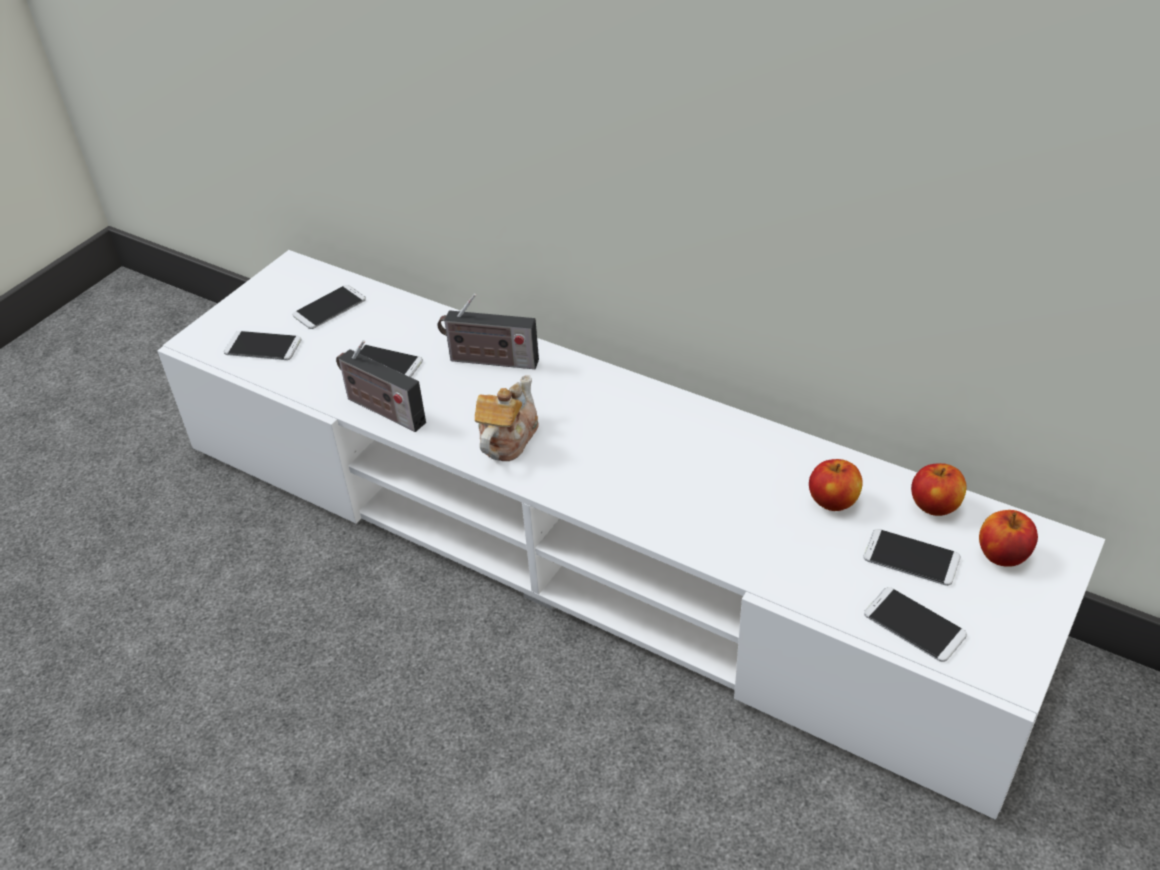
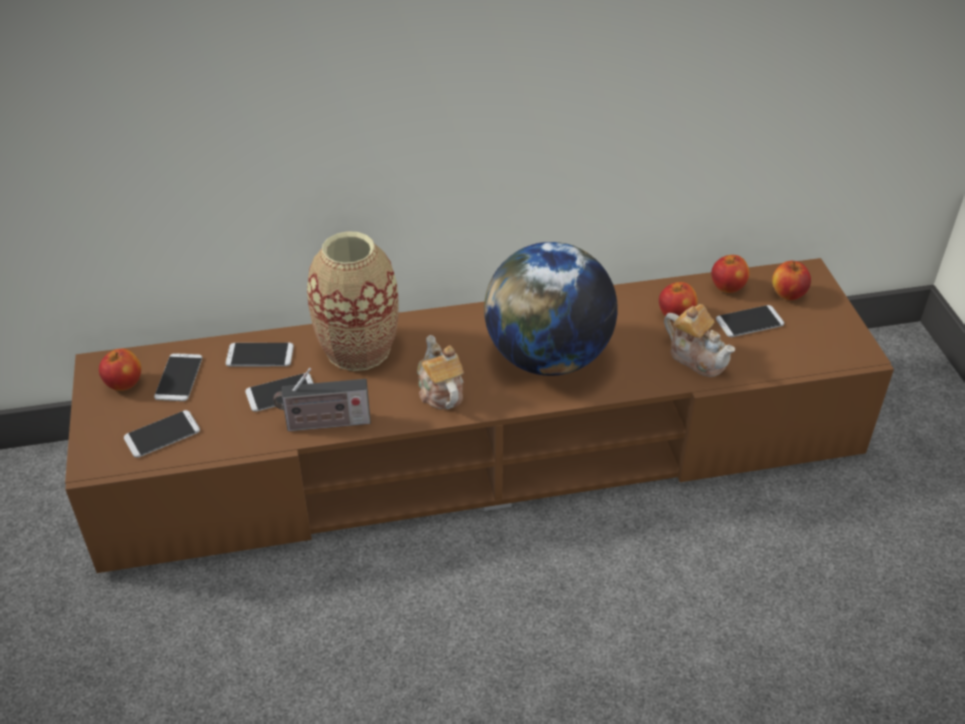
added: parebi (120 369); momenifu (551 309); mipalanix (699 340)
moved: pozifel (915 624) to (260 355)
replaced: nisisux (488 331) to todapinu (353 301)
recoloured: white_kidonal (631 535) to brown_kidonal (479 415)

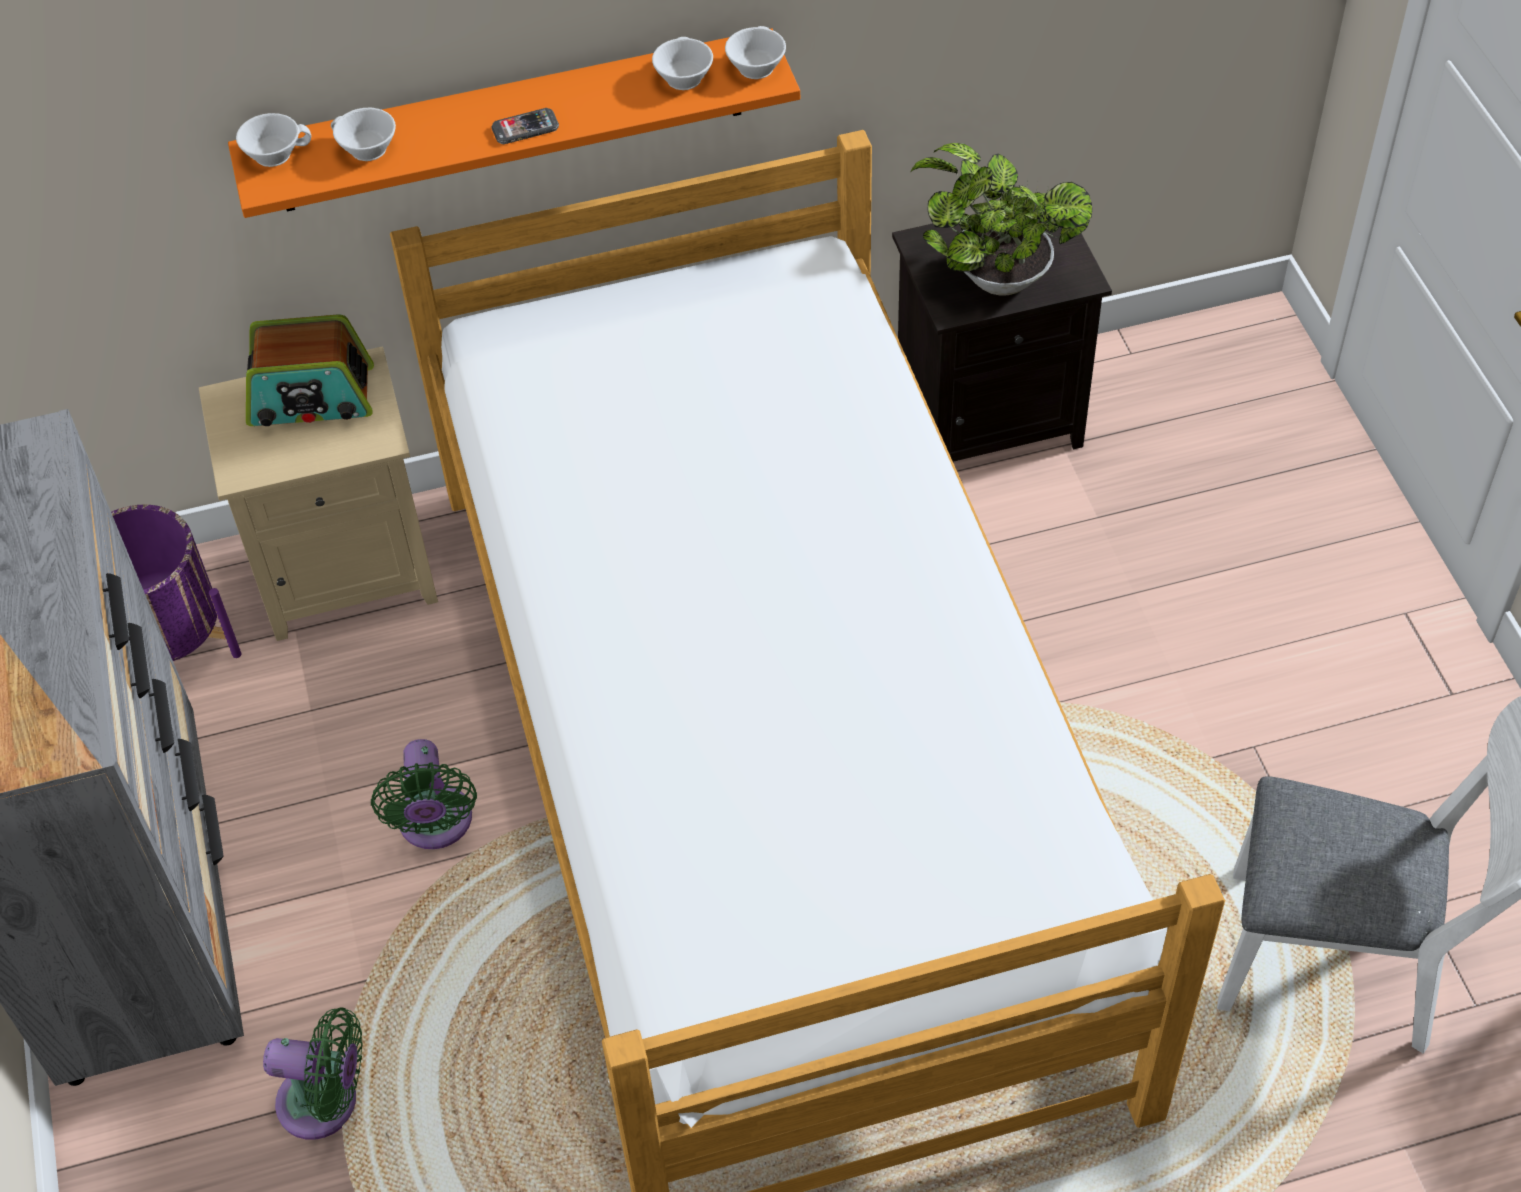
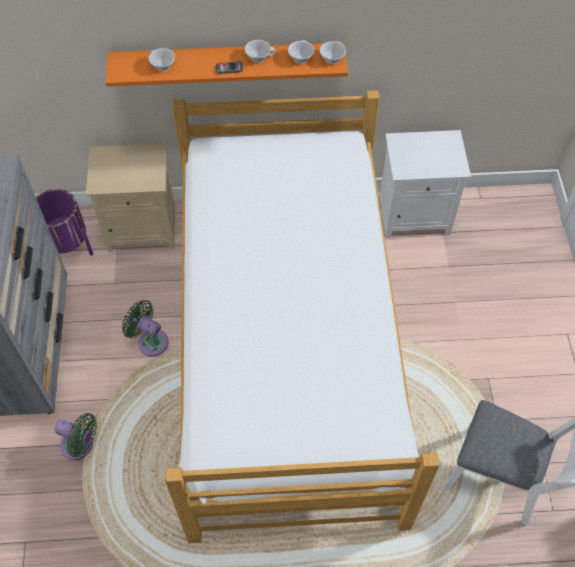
removed: nisisux (310 370); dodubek (1001 219)
moved: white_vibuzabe (273 140) to (260 51)
recoloured: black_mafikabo (1002 338) to white_mafikabo (425 184)
turned: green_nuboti (424 794) = (145 328) 120 degrees clockwise

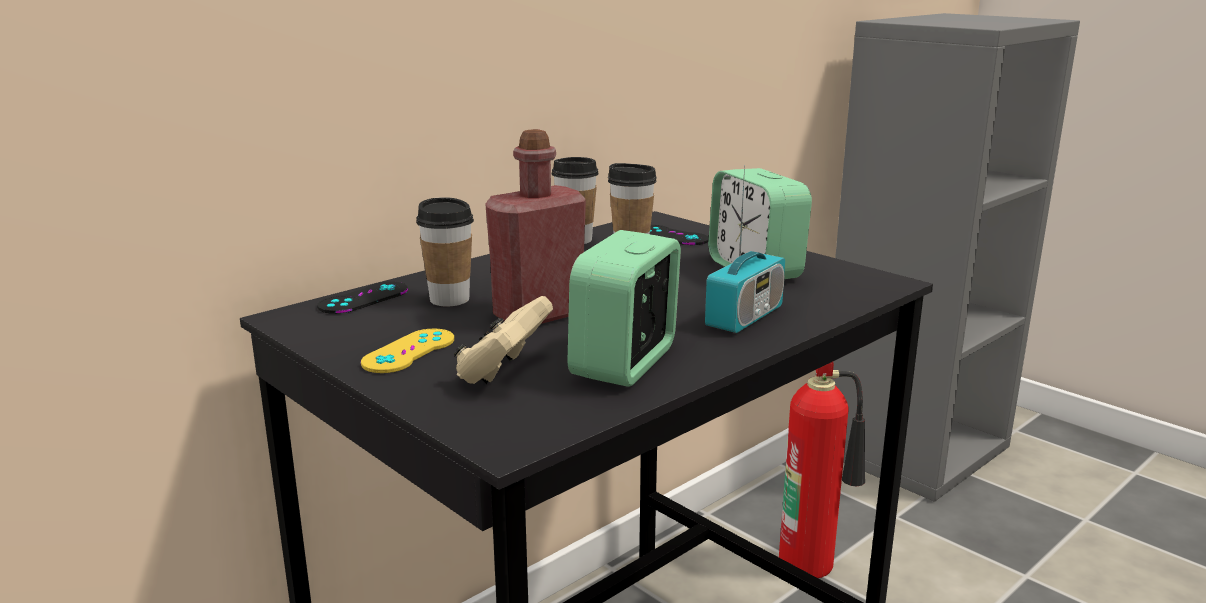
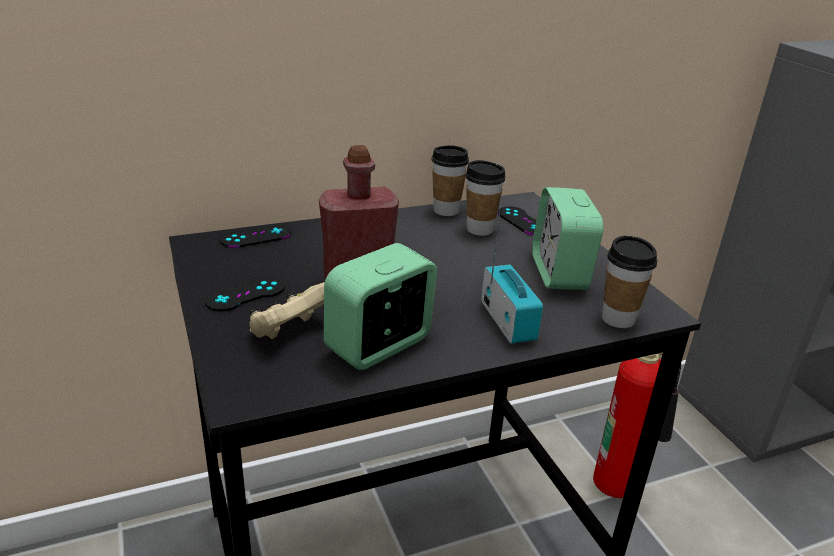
moved: vibuzabe (445 251) to (629 282)
recoloured: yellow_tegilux (407 351) to black_tegilux (245 294)
turned: nisisux (745 249) = (512 275) 75 degrees counterclockwise

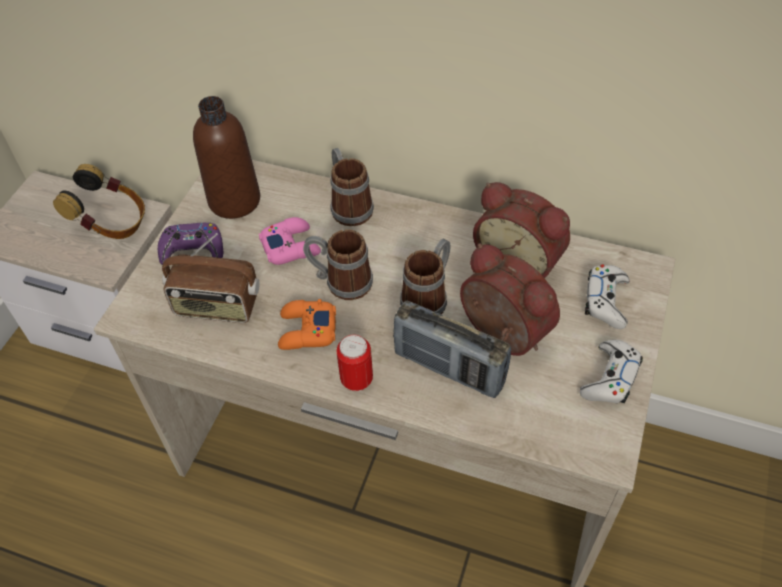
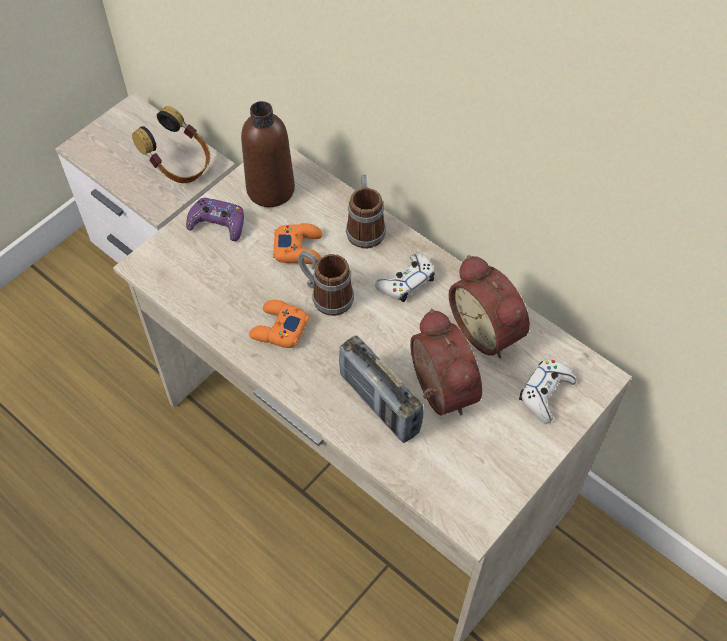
removed: nisisux (211 278); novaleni (355 362); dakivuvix (425 277)
moved: white_tegilux (611 371) to (405 278)
recoloured: pink_tegilux (290 241) to orange_tegilux (297 243)

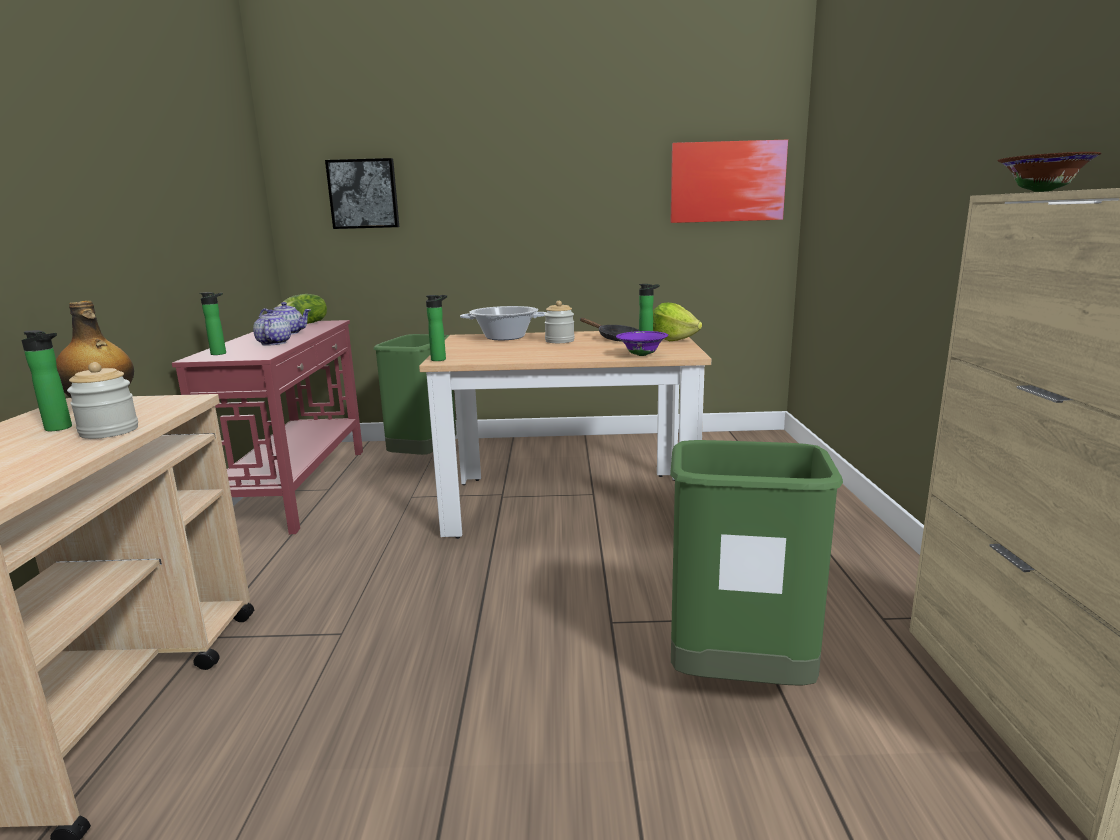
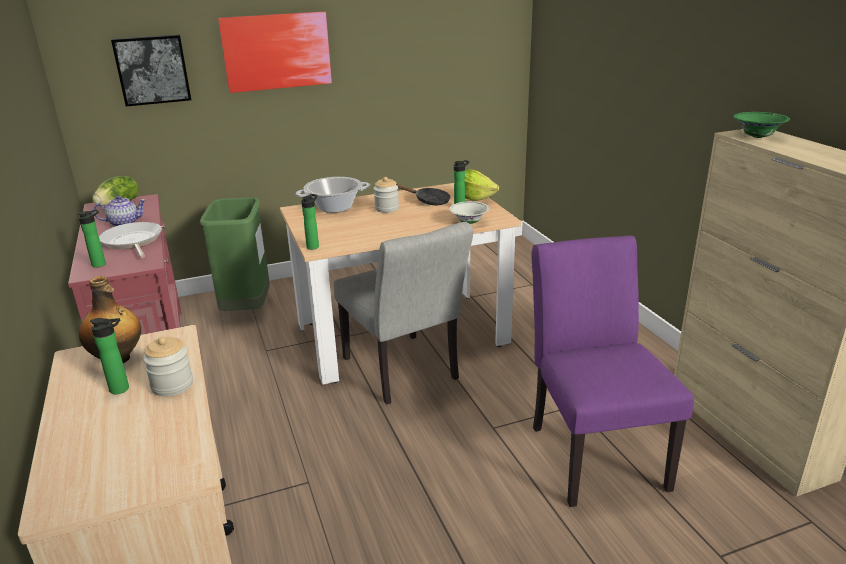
added: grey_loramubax (403 313)
moved: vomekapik (729 181) to (275 52)
replaced: mipalanix (272 327) to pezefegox (130 240); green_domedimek (756 563) to purple_loramubax (613 371)
recoloured: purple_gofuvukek (642 343) to white_gofuvukek (469 212); brown_gofuvukek (1049 172) to green_gofuvukek (761 125)

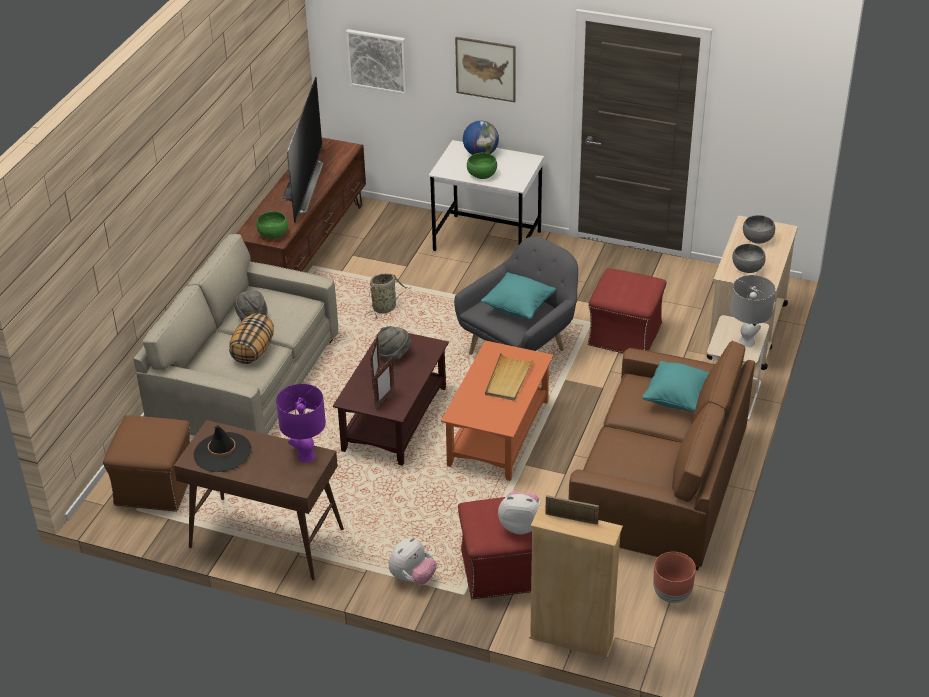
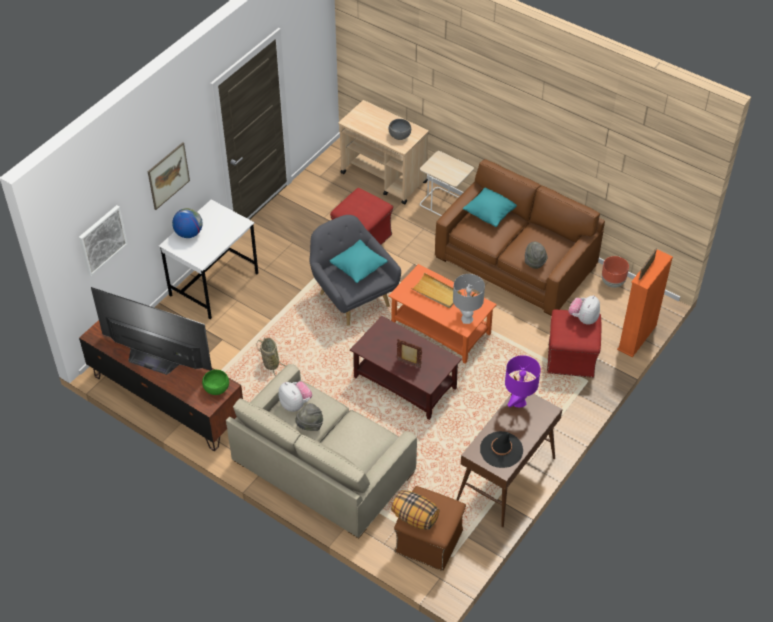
removed: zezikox (384 383); green_gofuvukek (482 166); grey_gofuvukek (759 229)
moved: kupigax (413 560) to (295 396); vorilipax (251 338) to (415 510); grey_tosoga (753 311) to (469 299); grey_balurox (394 344) to (536 255)
recoloured: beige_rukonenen (576 582) to orange_rukonenen (645 303)

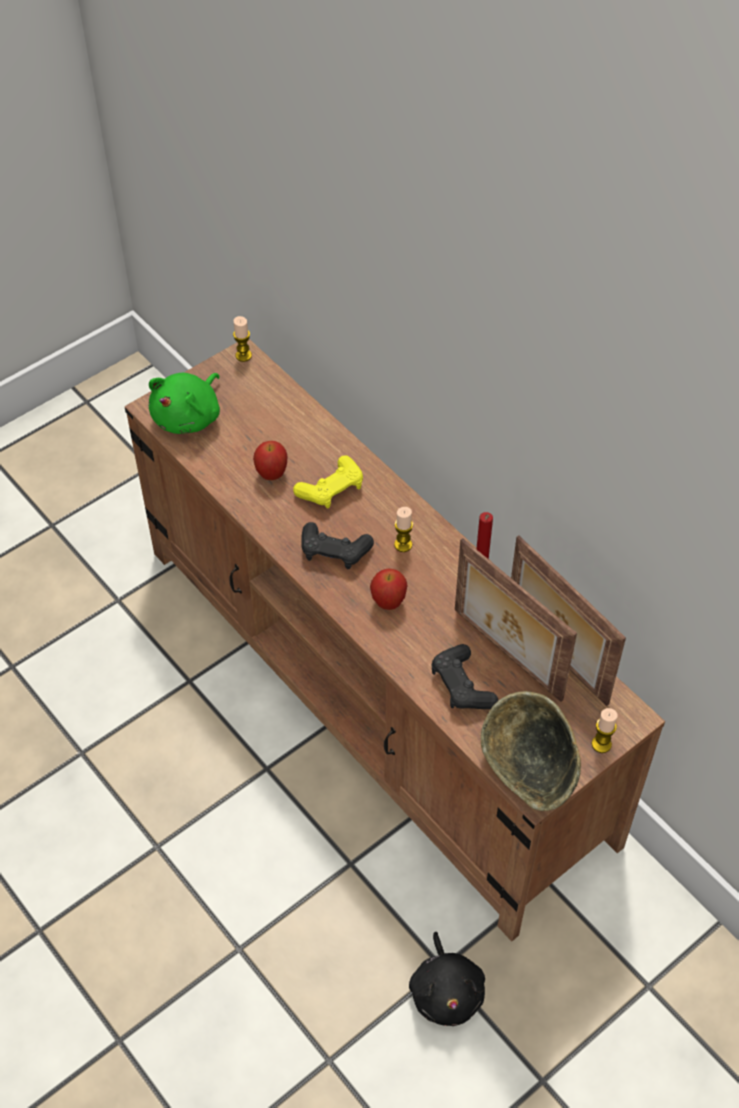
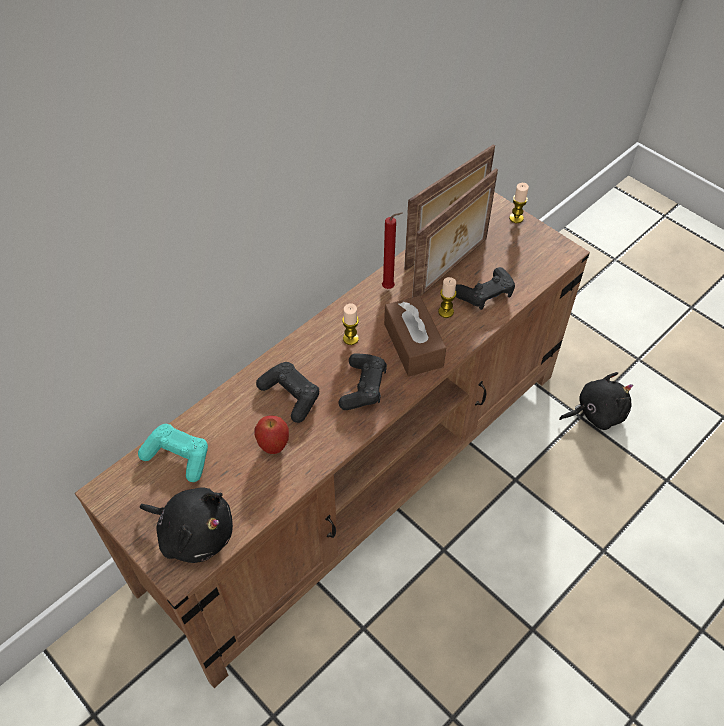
removed: gofuvukek (531 751)
added: turquoise_tegilux (173 453)
moved: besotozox (242 339) to (447 297)
replaced: parebi (389 589) to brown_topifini (415 336)
recoloured: green_kupigax (184 403) to black_kupigax (186 525); yellow_tegilux (328 481) to black_tegilux (287 392)

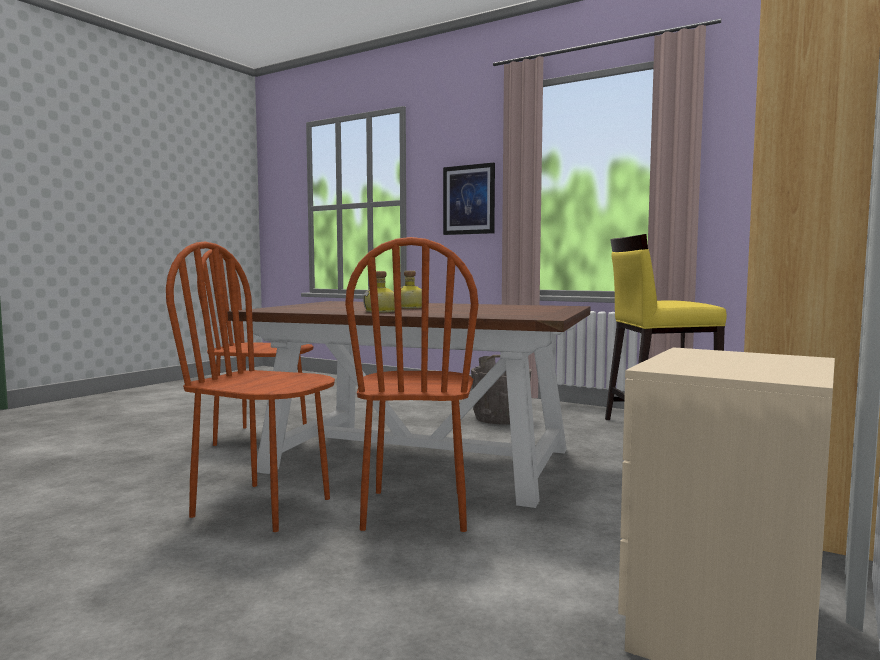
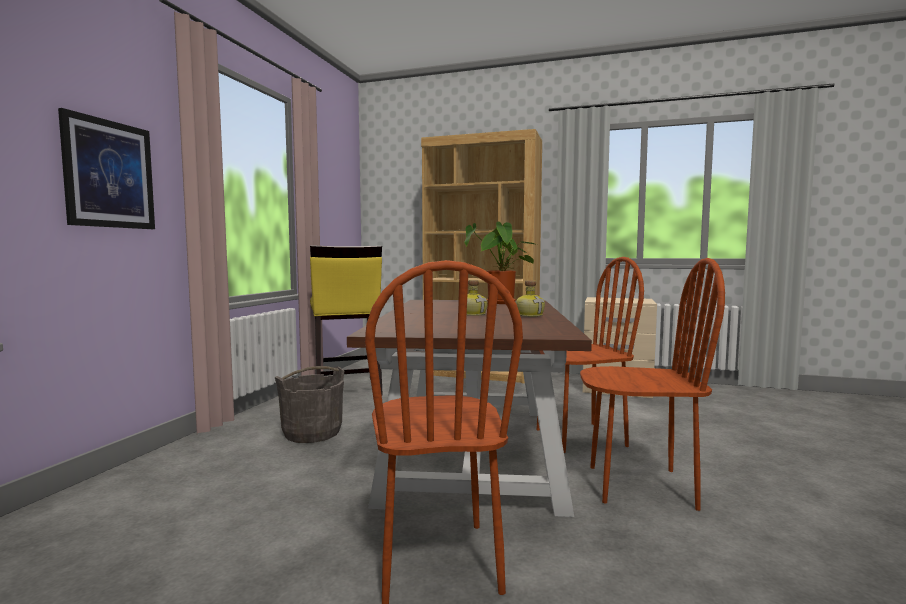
added: dodubek (500 263)
turned: brown_loramubax (250 387) = (652 384) 90 degrees counterclockwise

